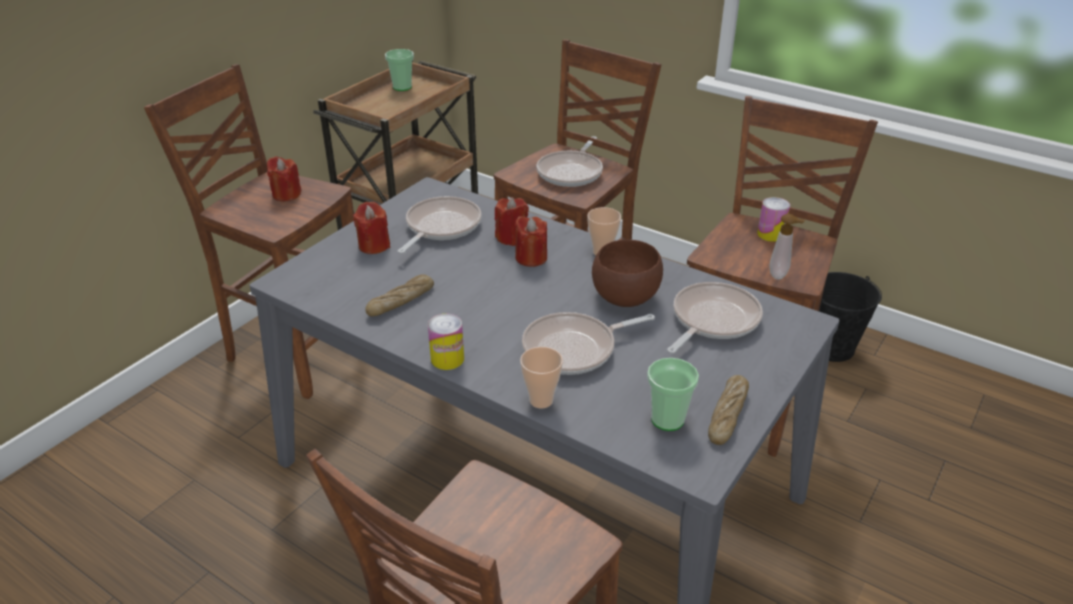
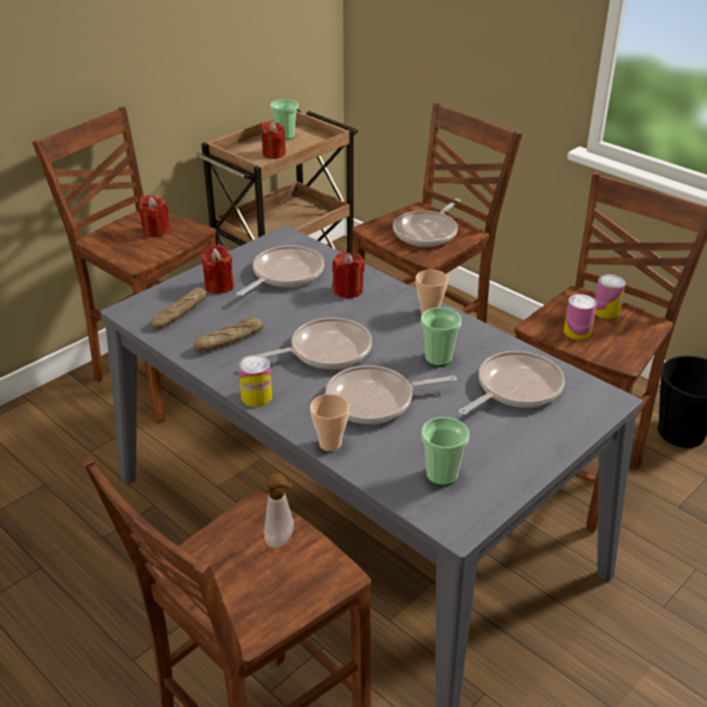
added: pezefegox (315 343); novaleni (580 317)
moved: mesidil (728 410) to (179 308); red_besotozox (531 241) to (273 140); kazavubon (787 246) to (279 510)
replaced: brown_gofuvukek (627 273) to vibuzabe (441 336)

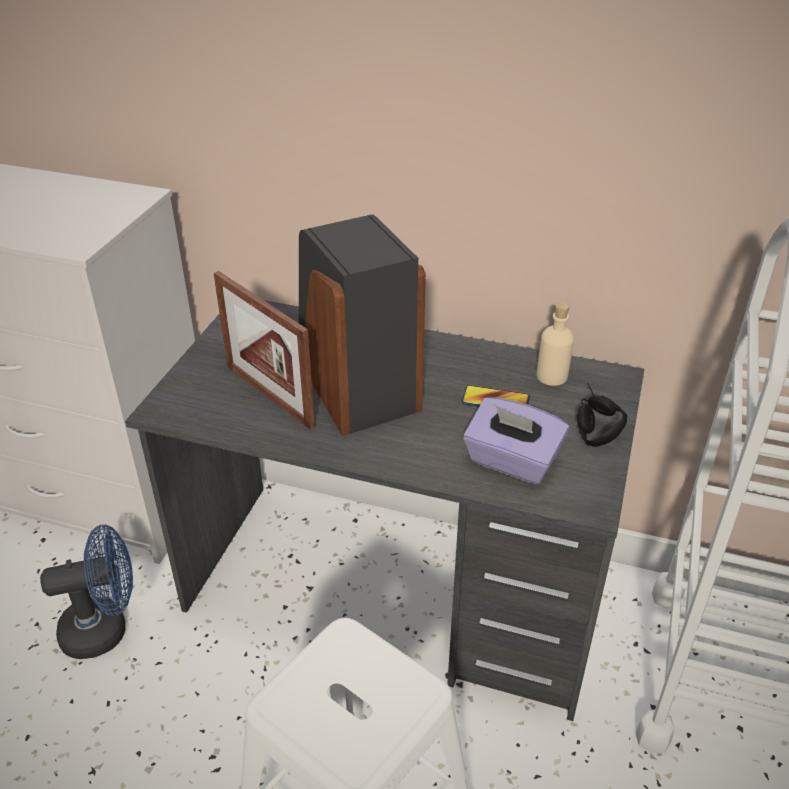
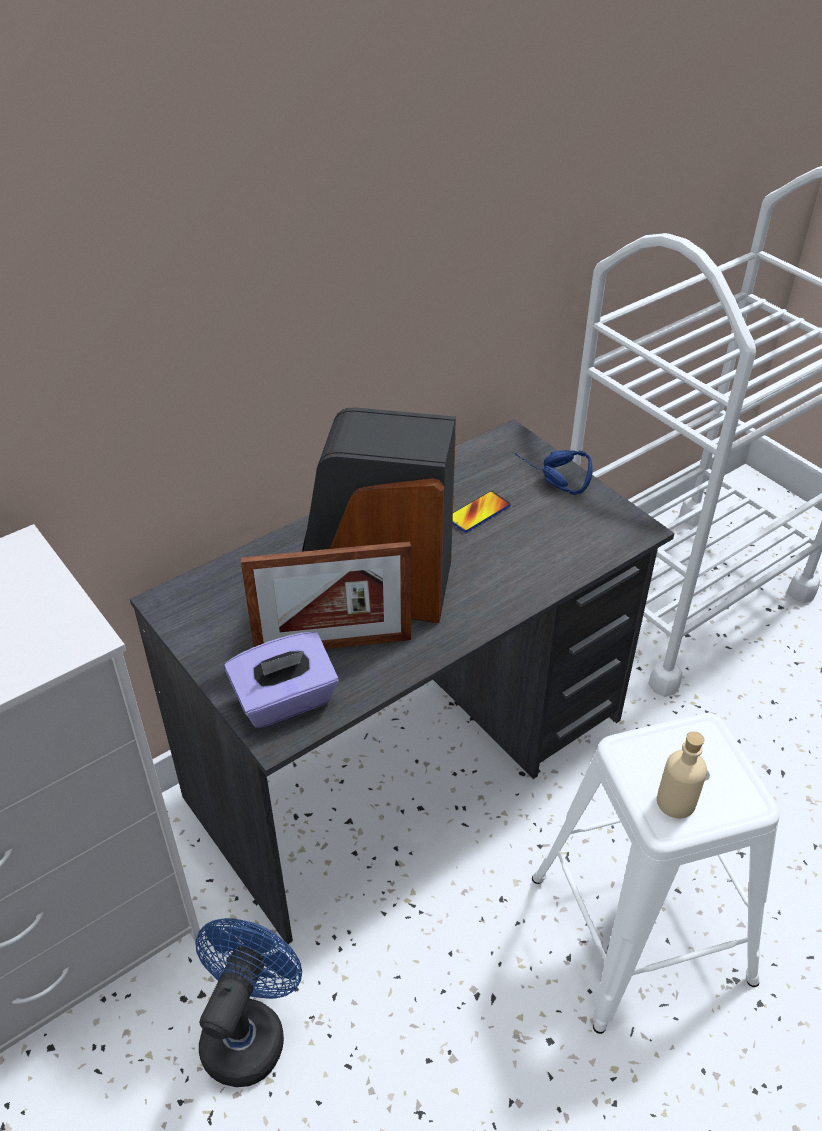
moved: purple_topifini (516 440) to (281 680); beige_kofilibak (555 344) to (682 774)
recoloured: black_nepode (602 415) to blue_nepode (554 472)

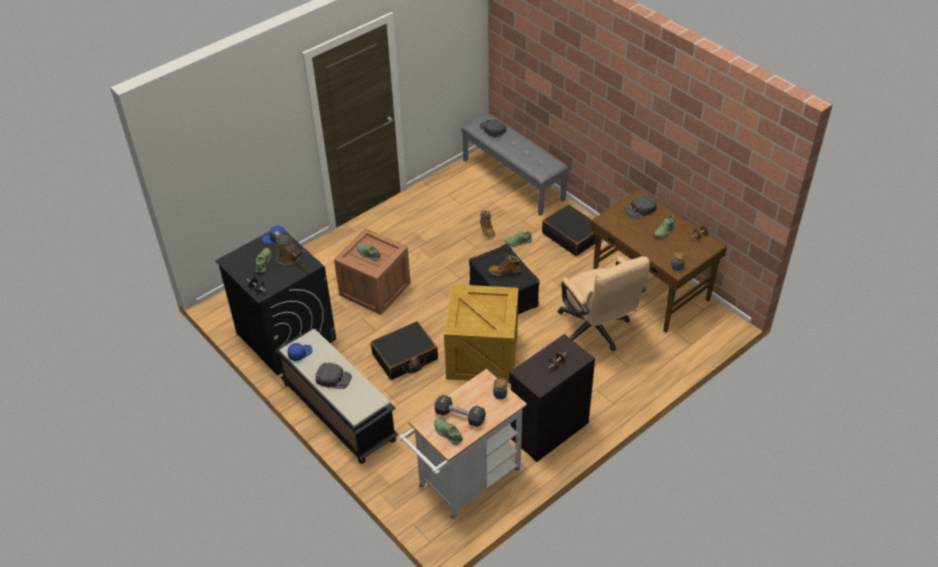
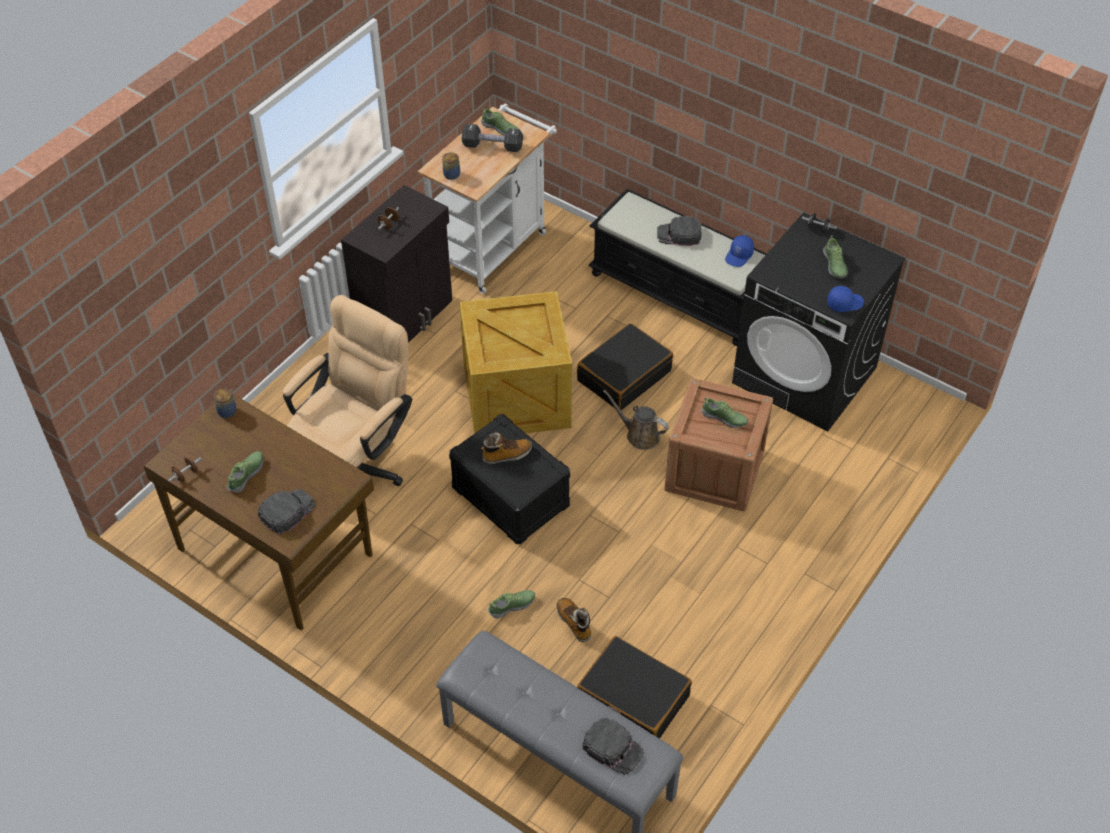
moved: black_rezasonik (568 230) to (634 687); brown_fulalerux (289 248) to (636 420)
turned: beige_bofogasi (604 303) = (347 390) 75 degrees clockwise

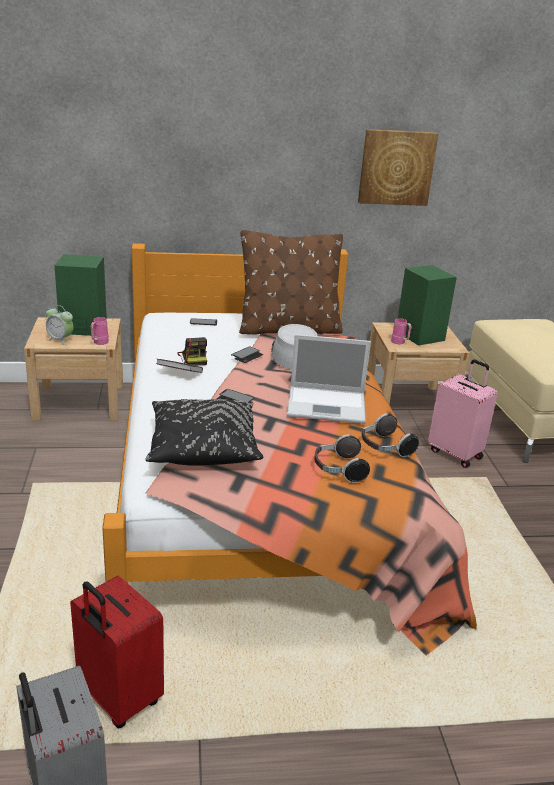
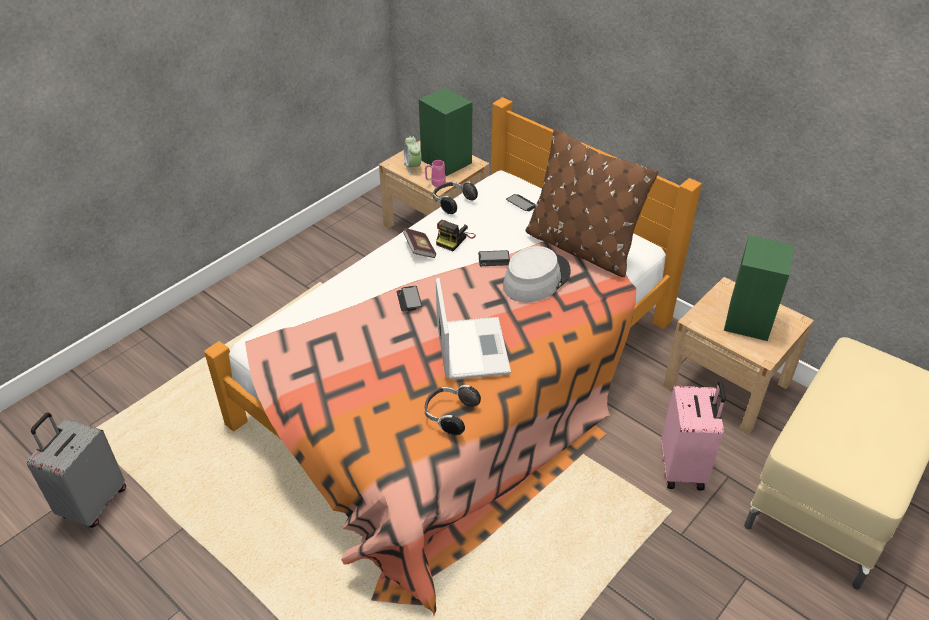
removed: red_rezasonik (117 652); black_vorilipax (204 432); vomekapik (398 167); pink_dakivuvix (401 331)
moved: nepode (342 458) to (455 197)
turned: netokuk (329 379) = (473 329) 150 degrees counterclockwise

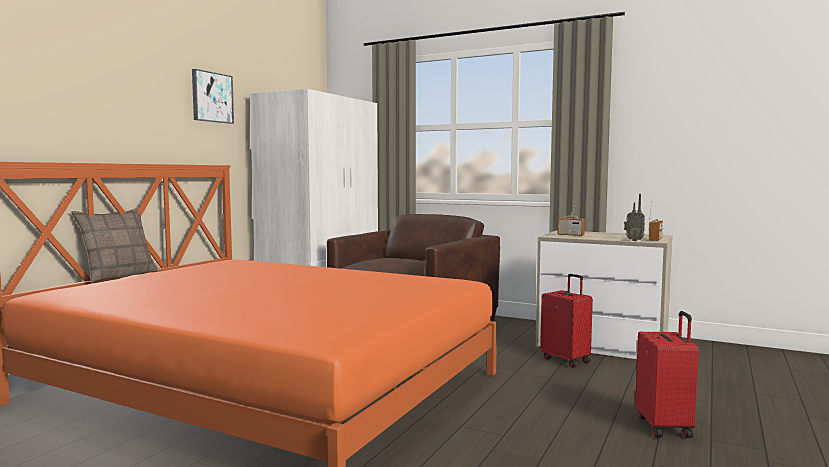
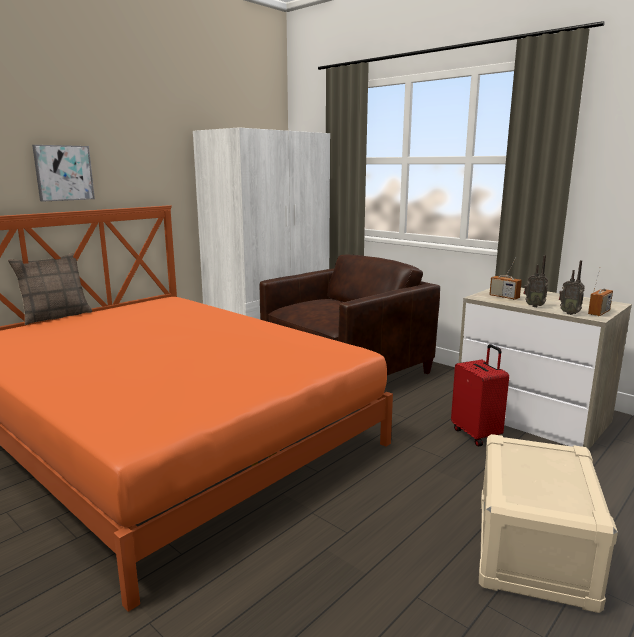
added: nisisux (536 281)
moved: vomekapik (213 96) to (63 173)
replaced: red_rezasonik (667 374) to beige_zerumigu (548 523)

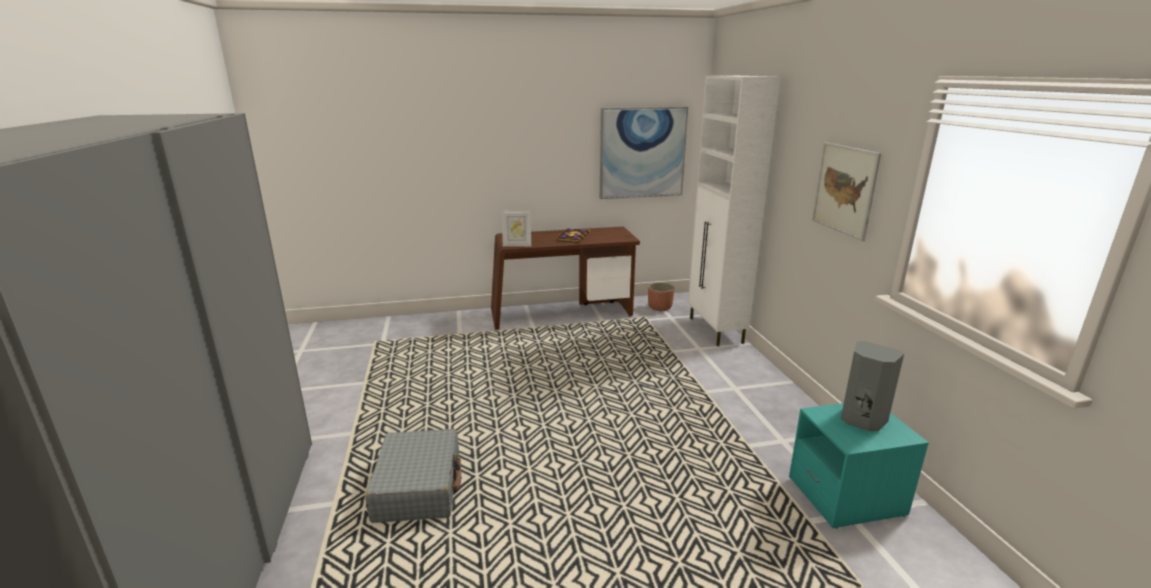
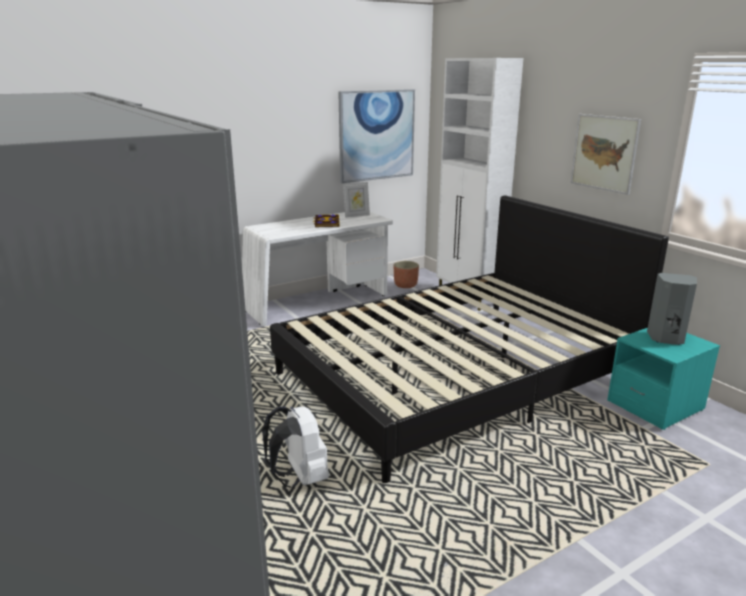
added: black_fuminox (469 339)
moved: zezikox (516 228) to (356 200)
replaced: grey_rezasonik (413 476) to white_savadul (295 447)
recoloured: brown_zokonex (565 278) to white_zokonex (317 269)

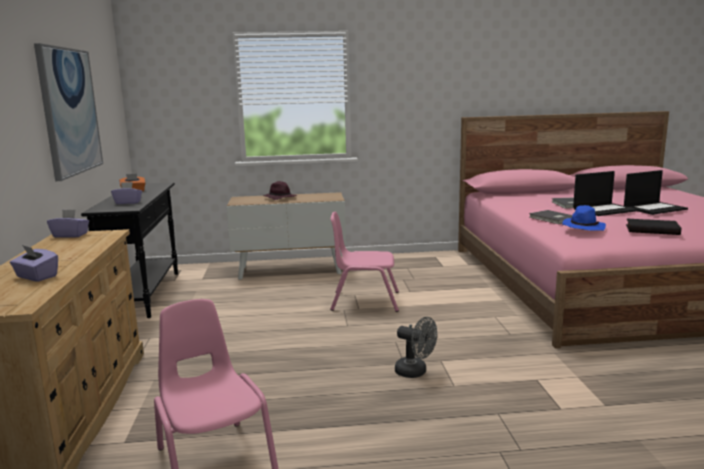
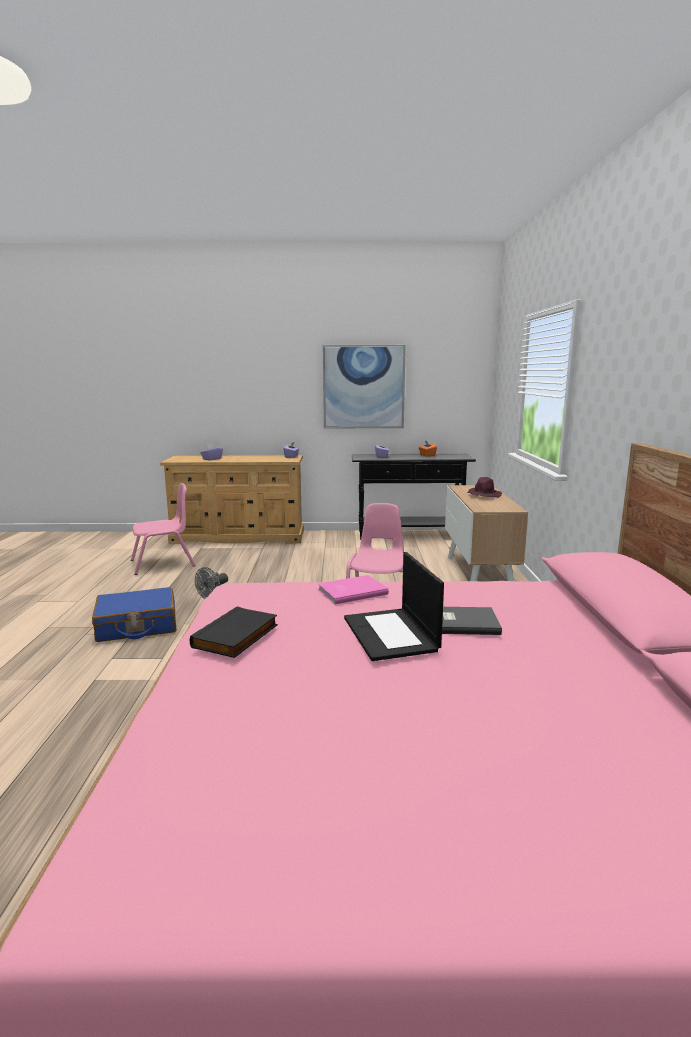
removed: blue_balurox (584 218); netokuk (656 192)
added: blue_rezasonik (134 614)
recoloured: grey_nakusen (550 217) to pink_nakusen (353 590)

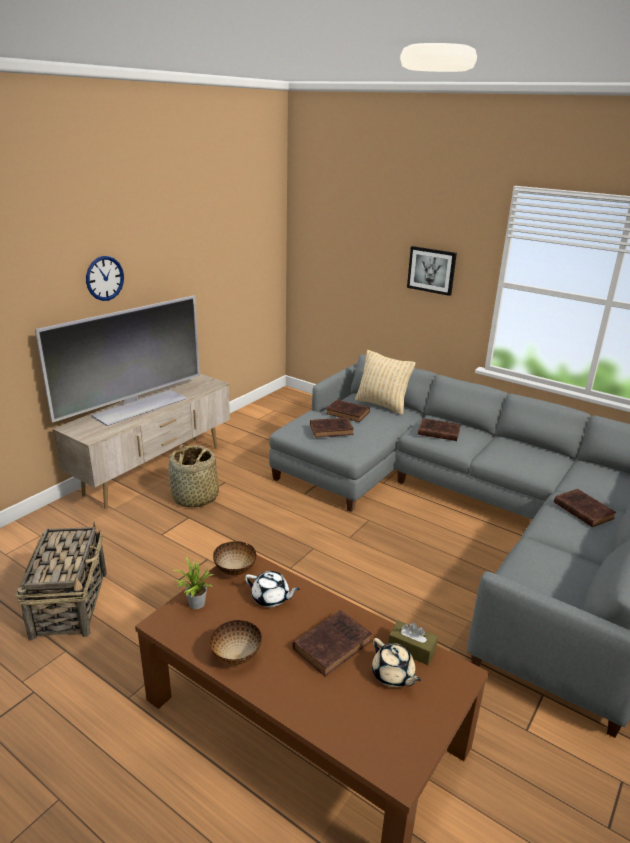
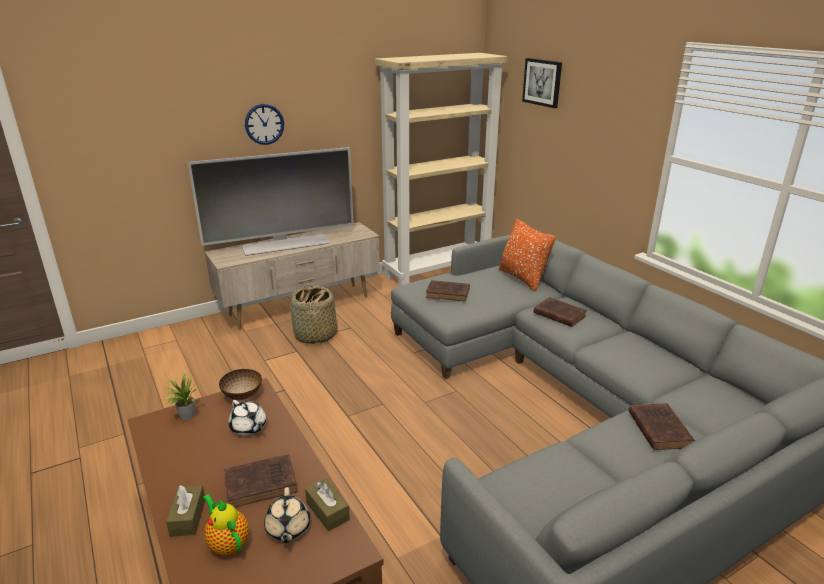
removed: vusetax (61 580); gofuvukek (235 642); brown_nakusen (348 411)
added: brown_topifini (185 511); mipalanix (226 525); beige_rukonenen (441 169)
moved: vomekapik (432 271) to (542 83)
recoloured: beige_vorilipax (385 382) to orange_vorilipax (527 255)

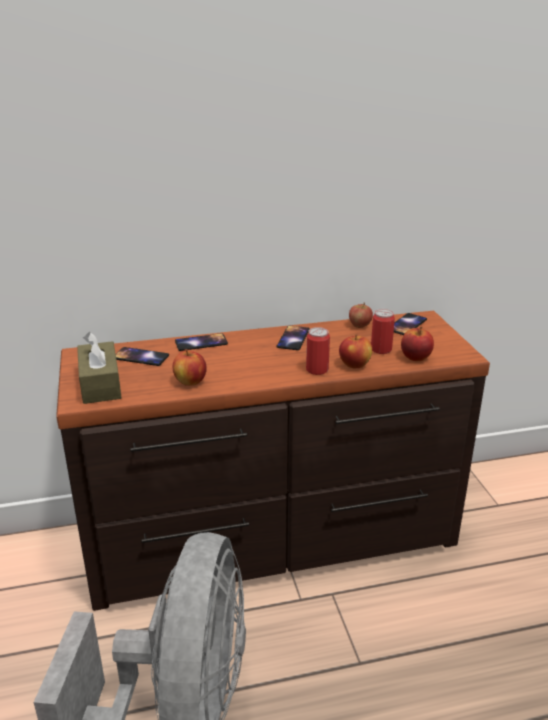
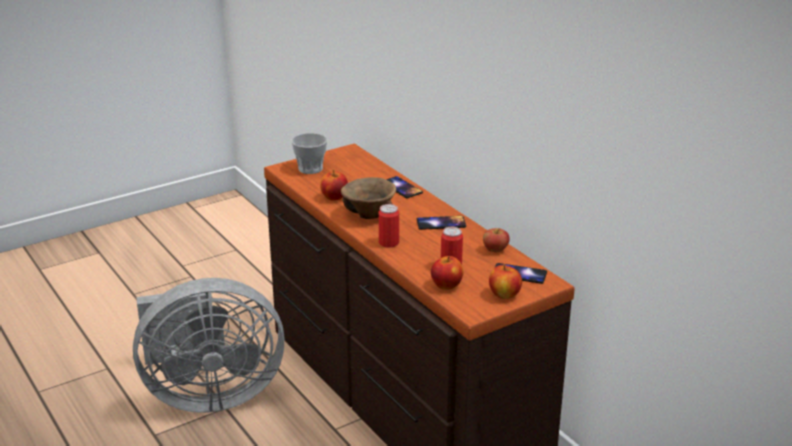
removed: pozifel (142 356)
added: brown_gofuvukek (368 198)
moved: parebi (355 351) to (505 281)
replaced: brown_topifini (99 368) to vibuzabe (309 153)

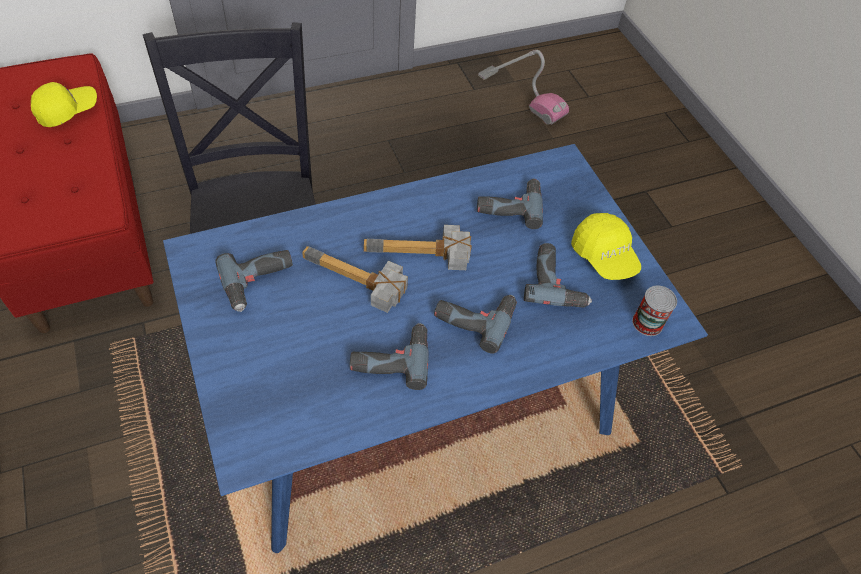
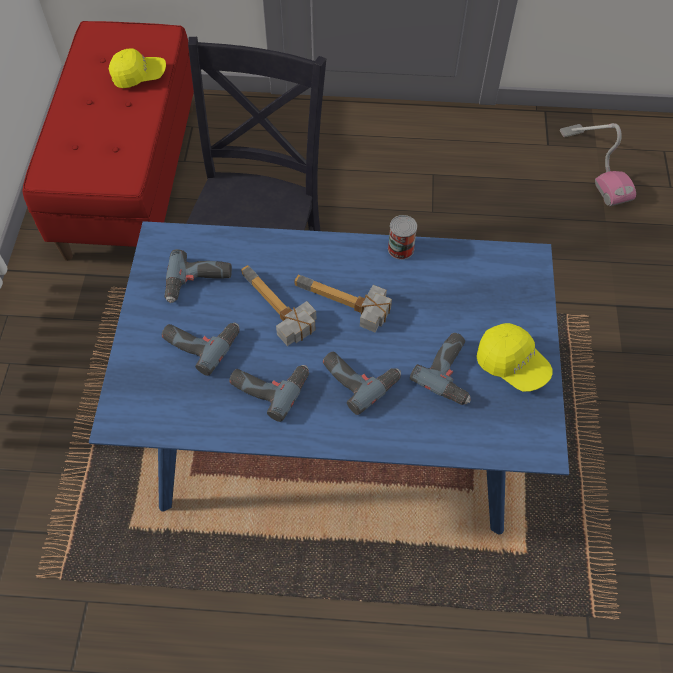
moved: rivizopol (510 204) to (201 349); novaleni (654 310) to (402 237)
turned: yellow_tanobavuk (606 246) = (514 357) 45 degrees counterclockwise

